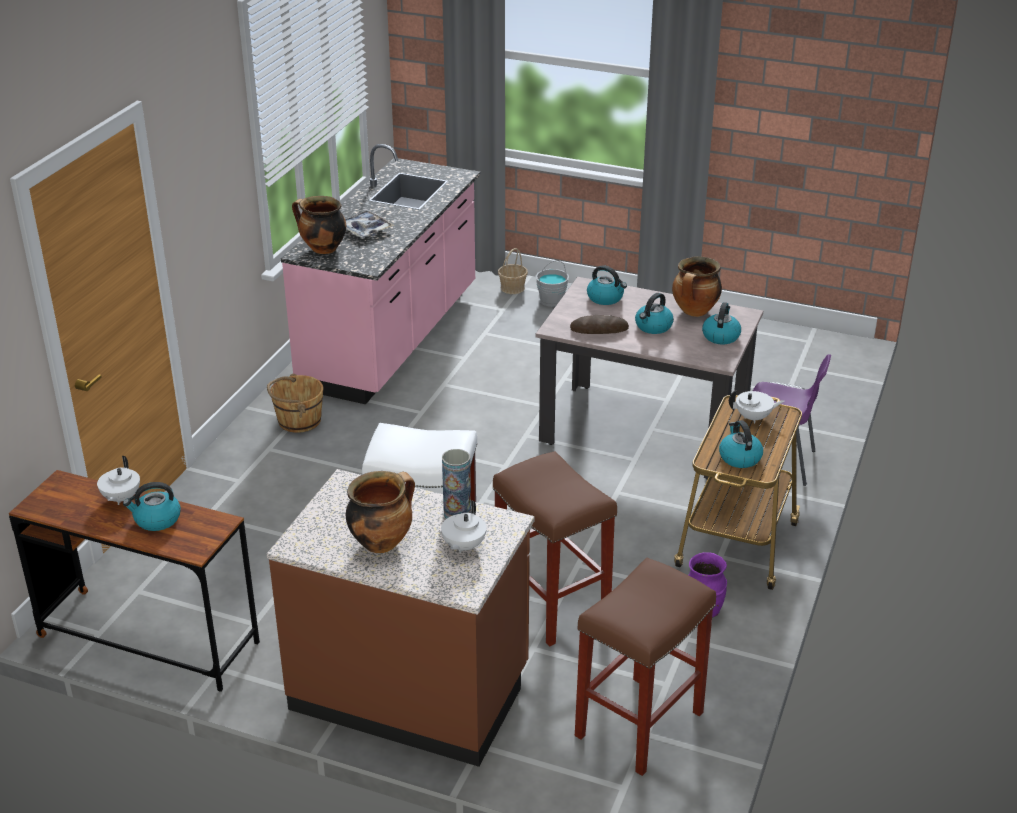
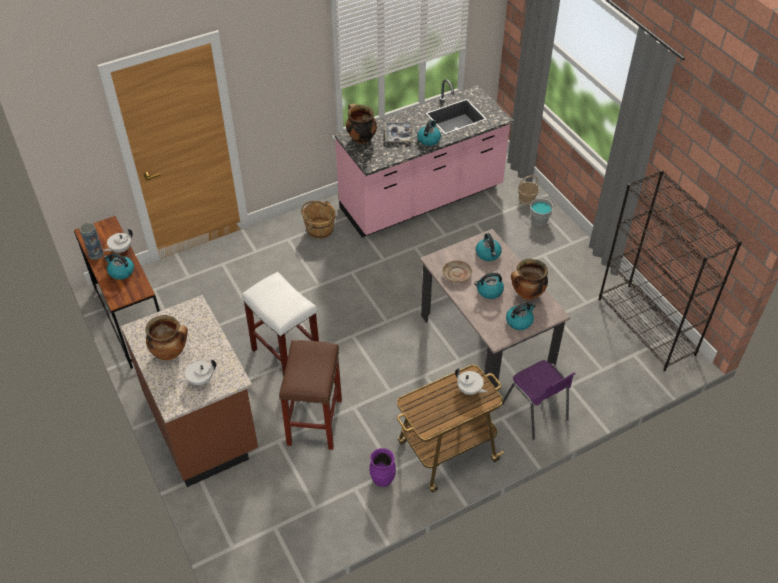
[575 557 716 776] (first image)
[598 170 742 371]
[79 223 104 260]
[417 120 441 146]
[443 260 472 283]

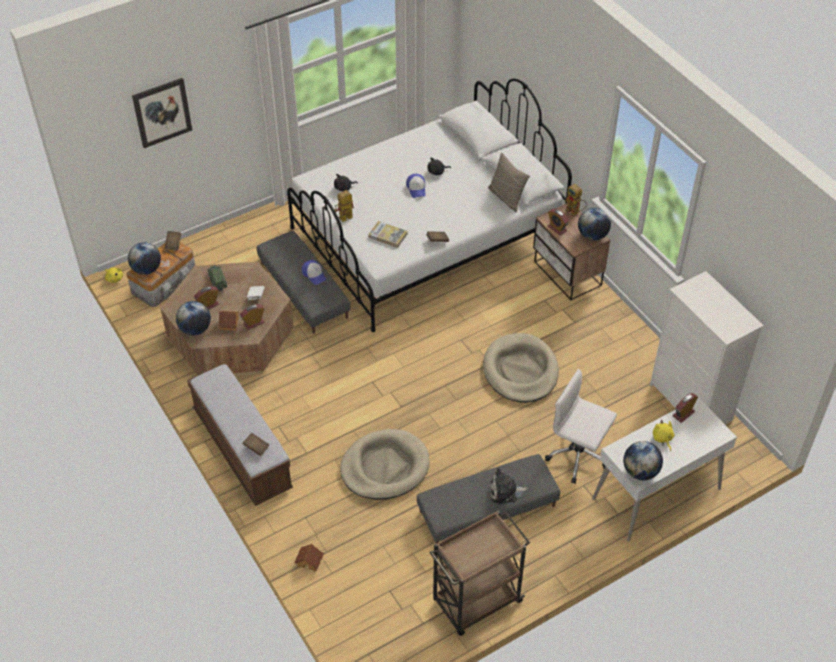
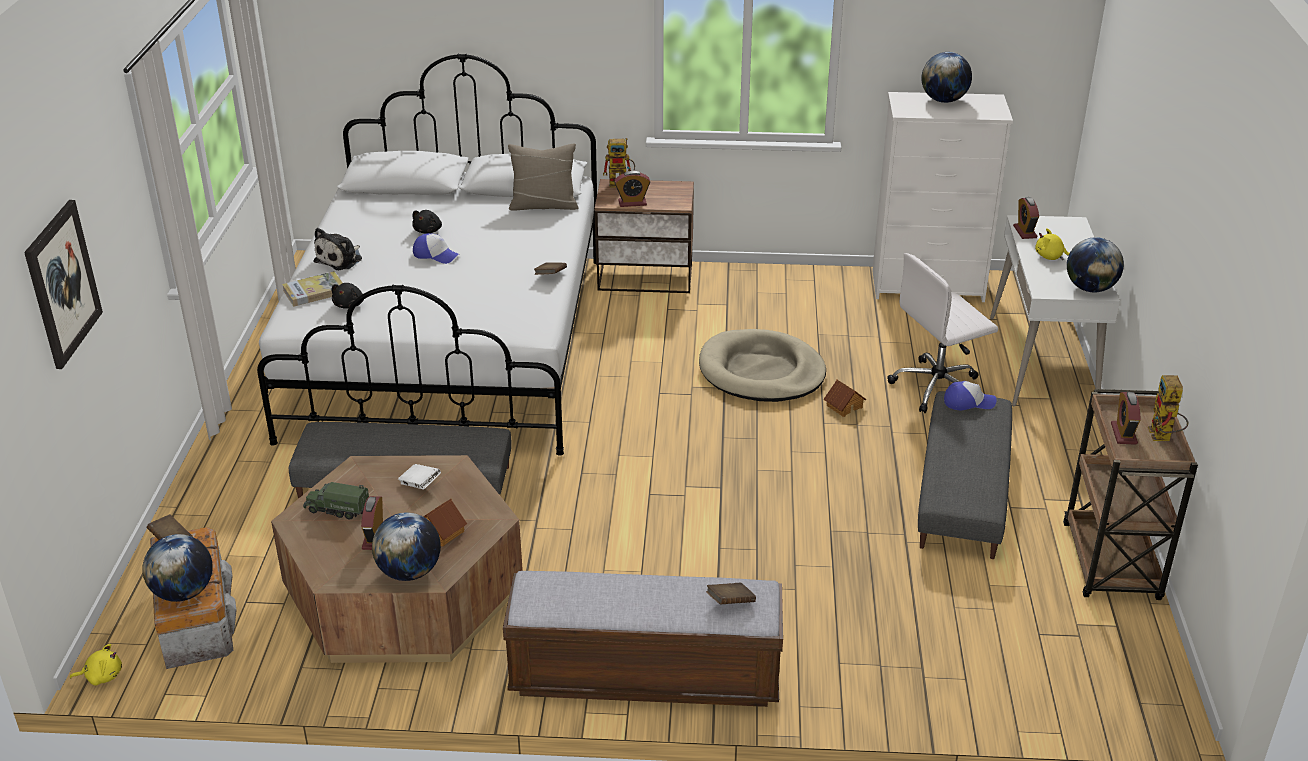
[340 429 430 500] (first image)
[1111 392 1140 445]
[823 380 866 417]
[944 381 997 410]
[1148 375 1188 441]
[282 271 343 306]
[314 228 362 270]
[922 52 972 103]

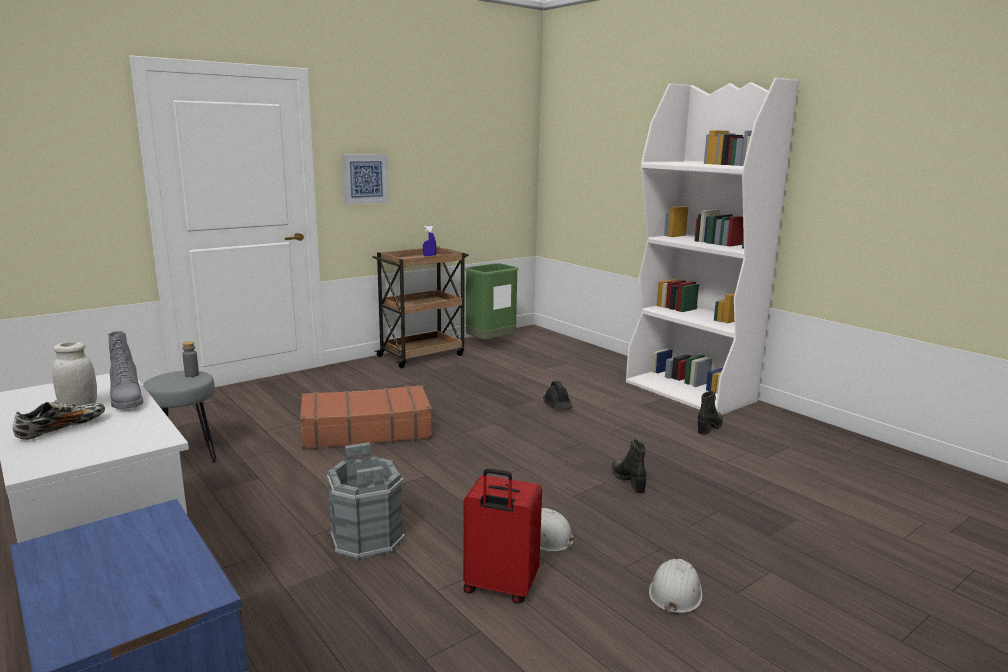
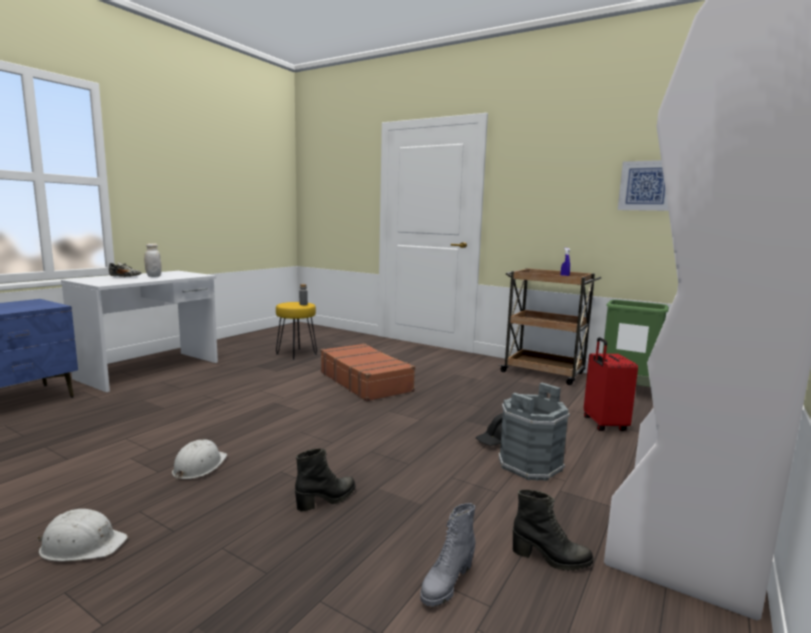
[420 503 475 607]
[498 383 570 481]
[618 160 668 211]
[584 337 638 431]
[276 302 317 360]

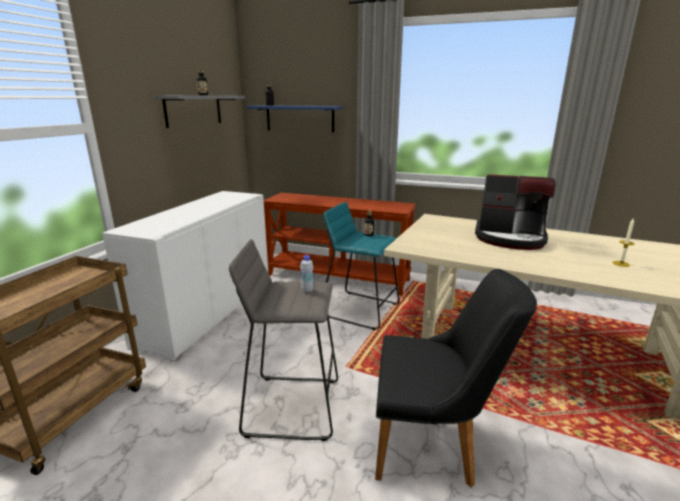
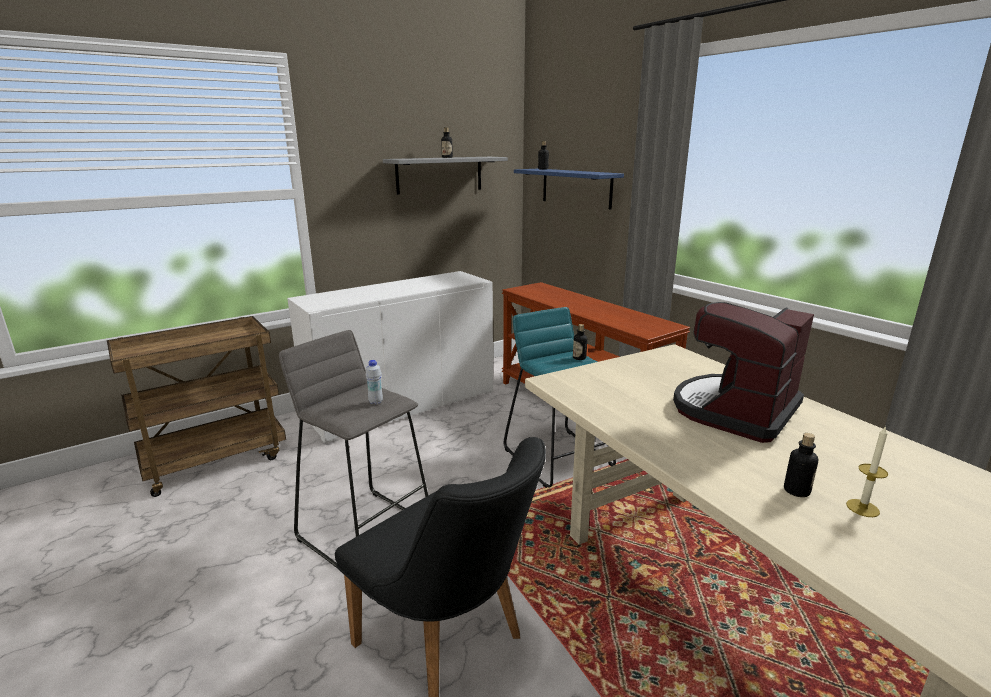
[784 433 818 497]
[673 302 814 443]

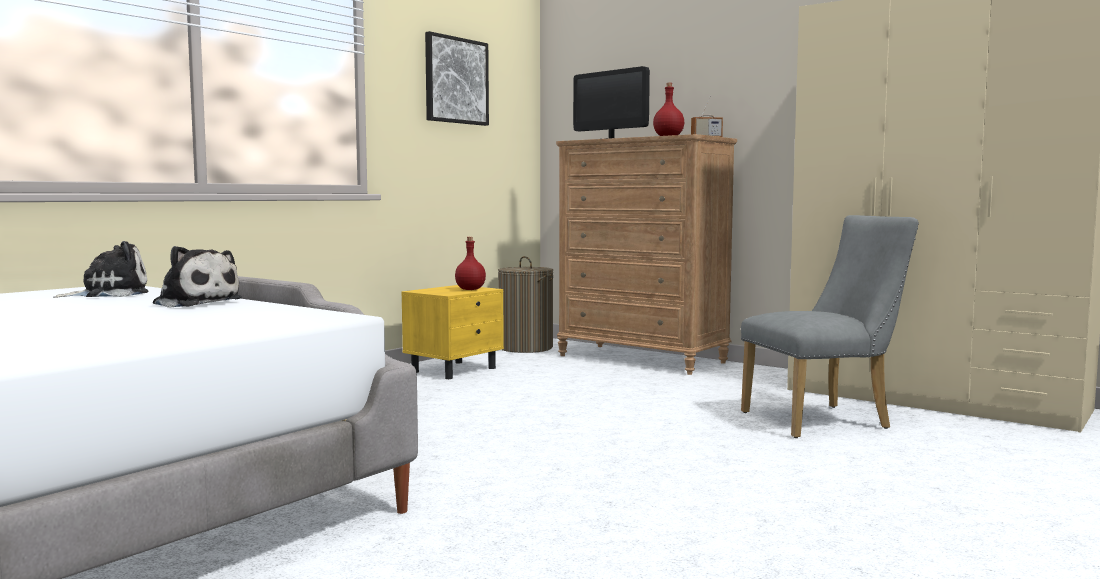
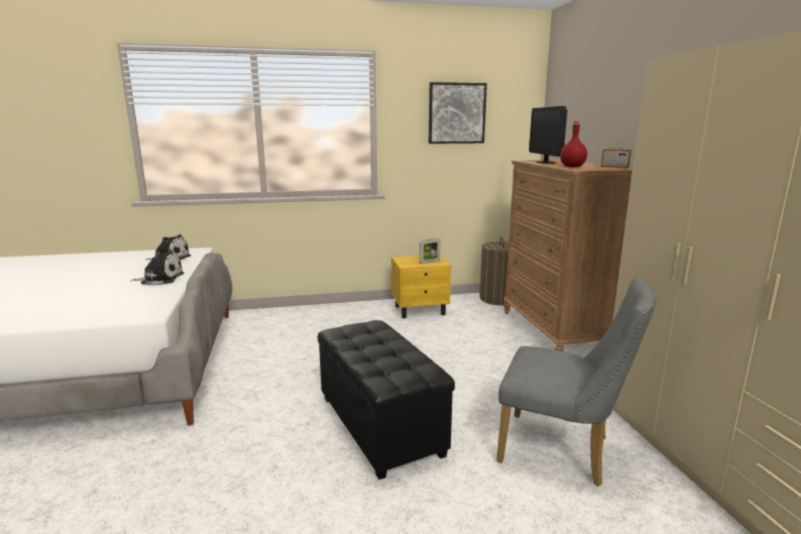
[318 320 455 480]
[419 238 441 264]
[130 249 184 285]

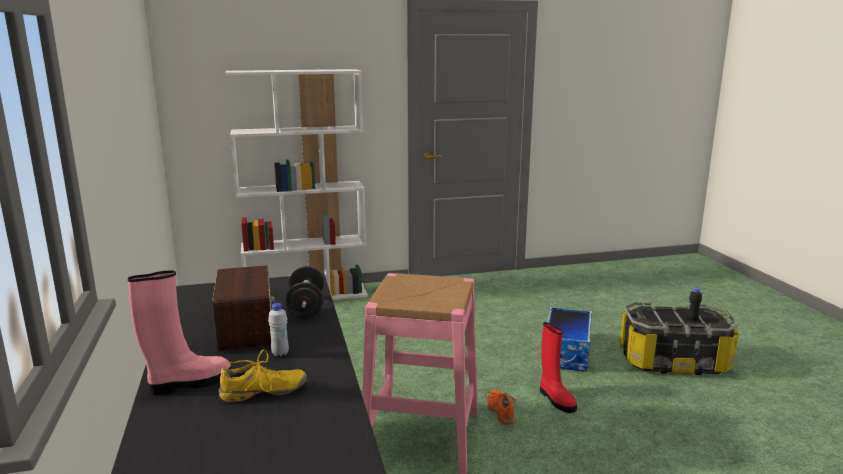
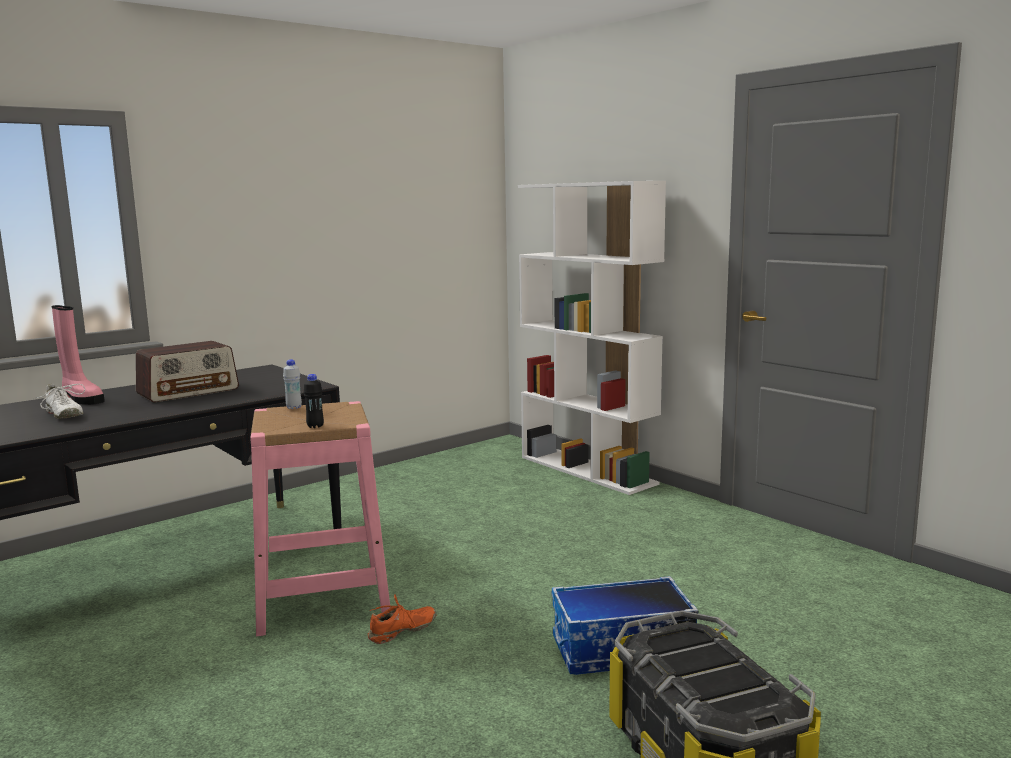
[286 266 324 317] (first image)
[540 322 577 413] (first image)
[283 360 302 409]
[304 374 324 428]
[31 384 85 419]

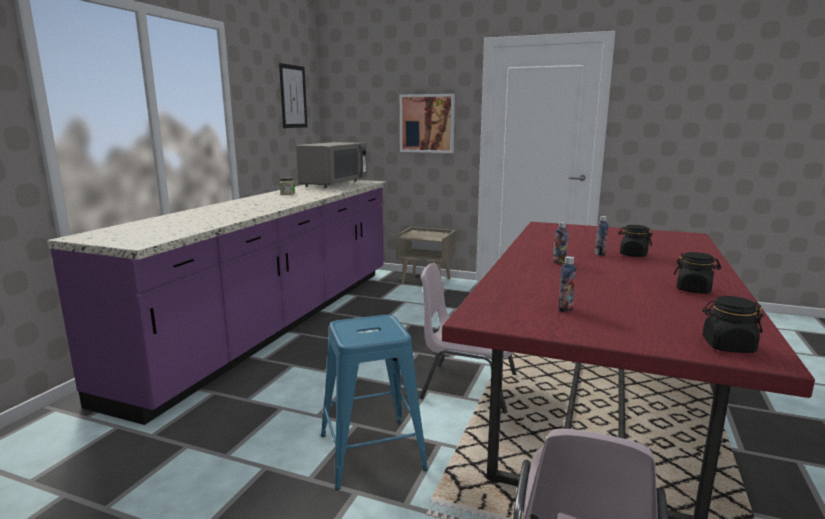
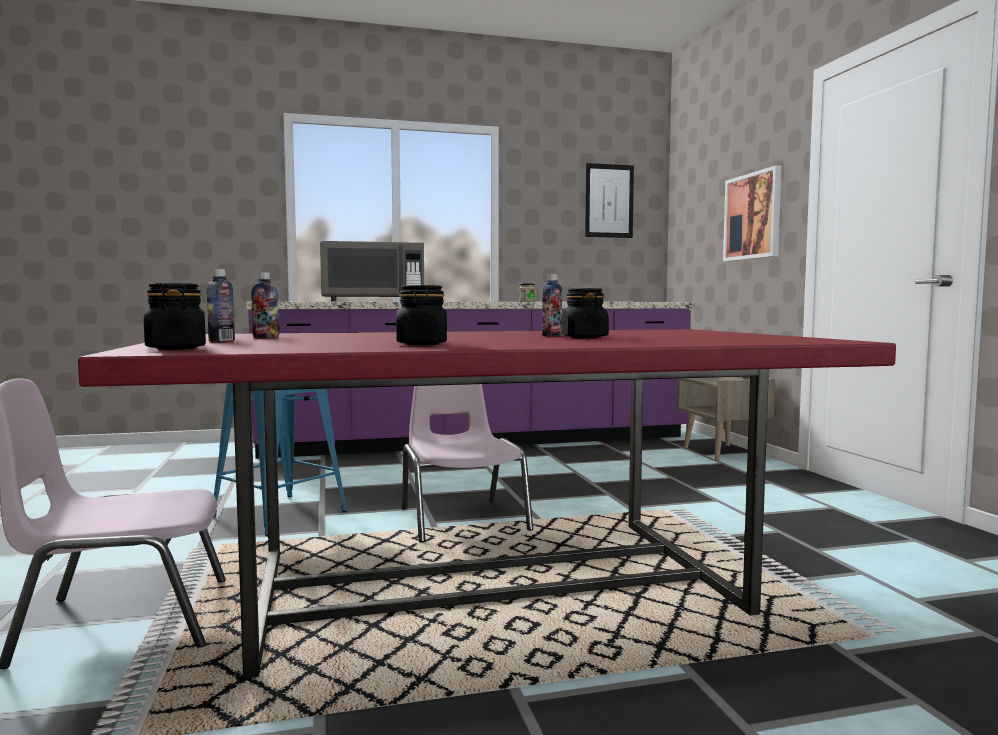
[320 241 424 302]
[207 269 235 342]

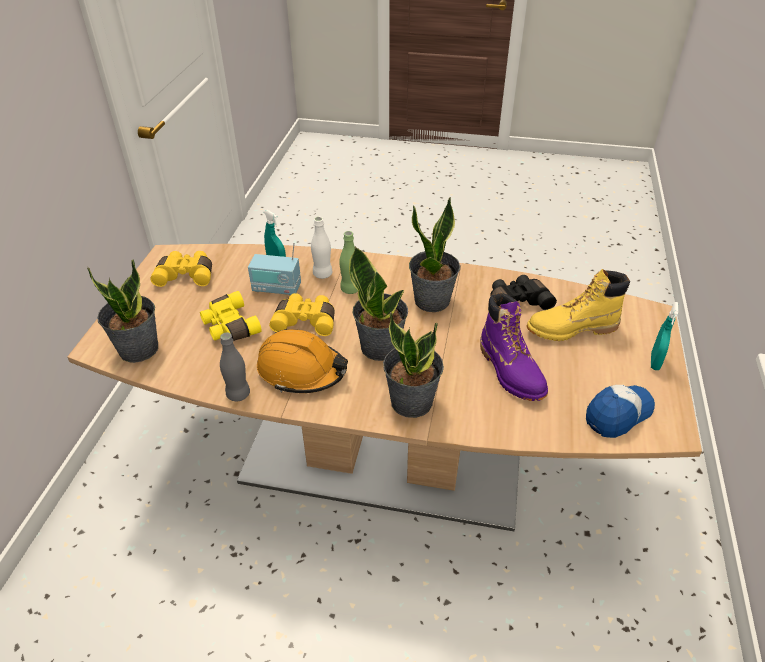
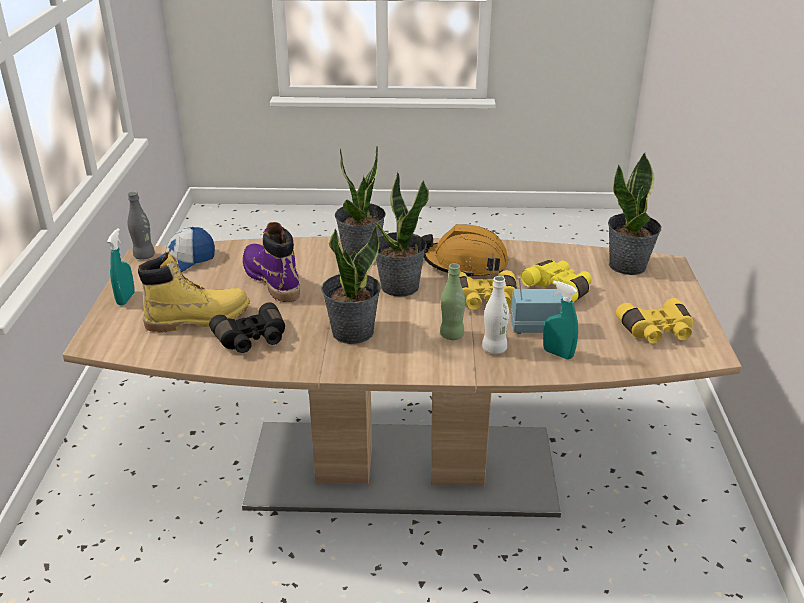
[127 191 155 260]

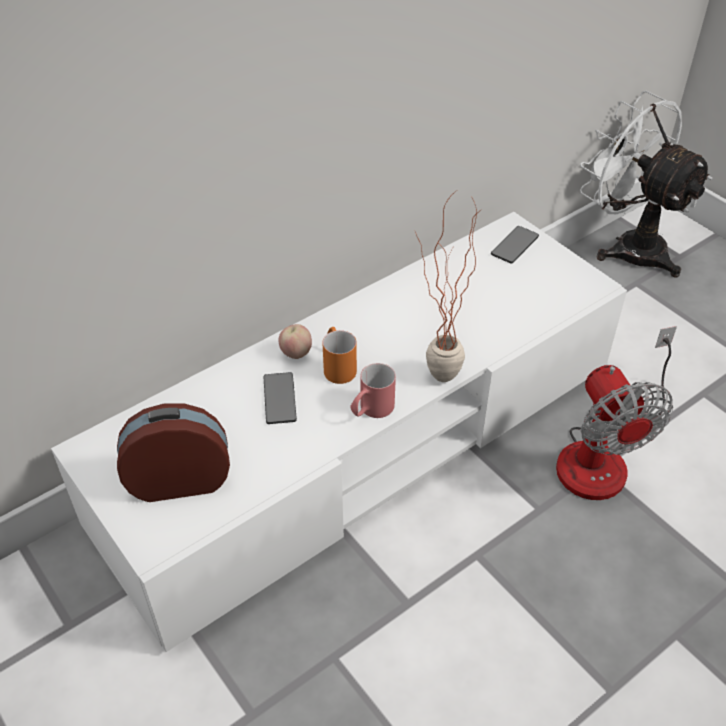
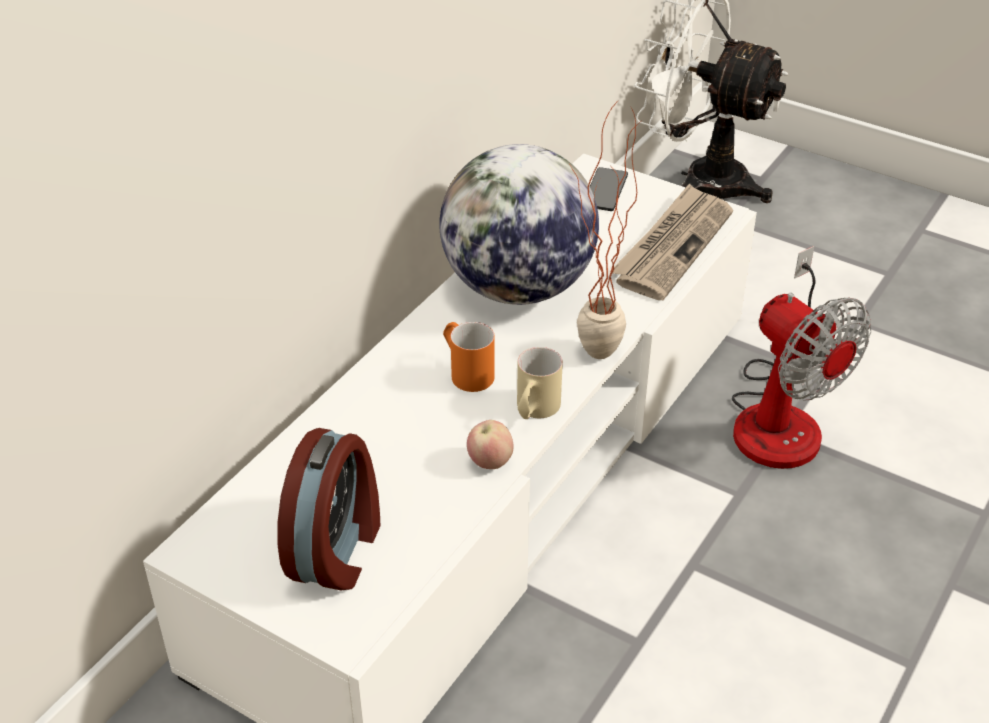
[264 372 297 424] (first image)
[439 144 599 305]
[610 183 733 300]
[467 420 513 469]
[517 347 563 419]
[278 428 381 590]

